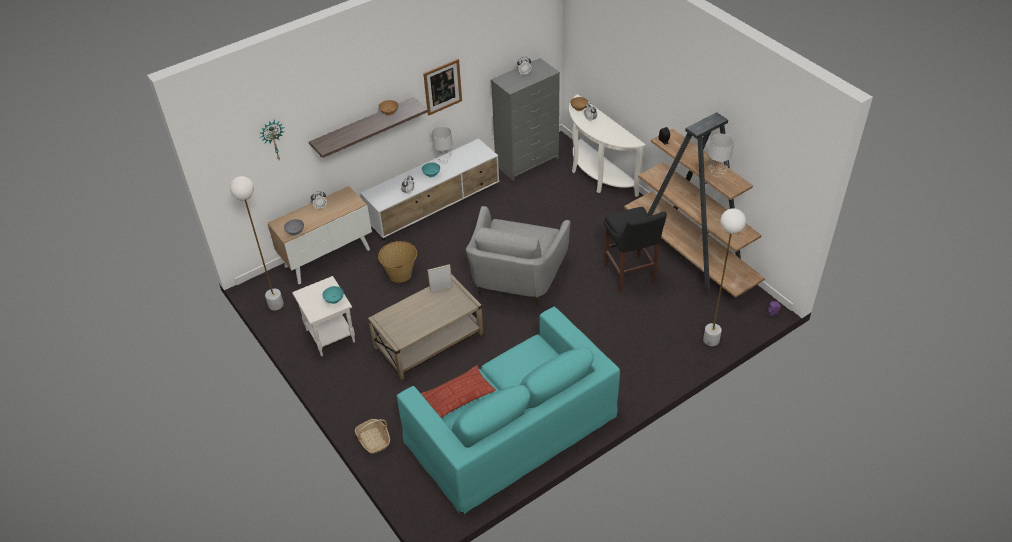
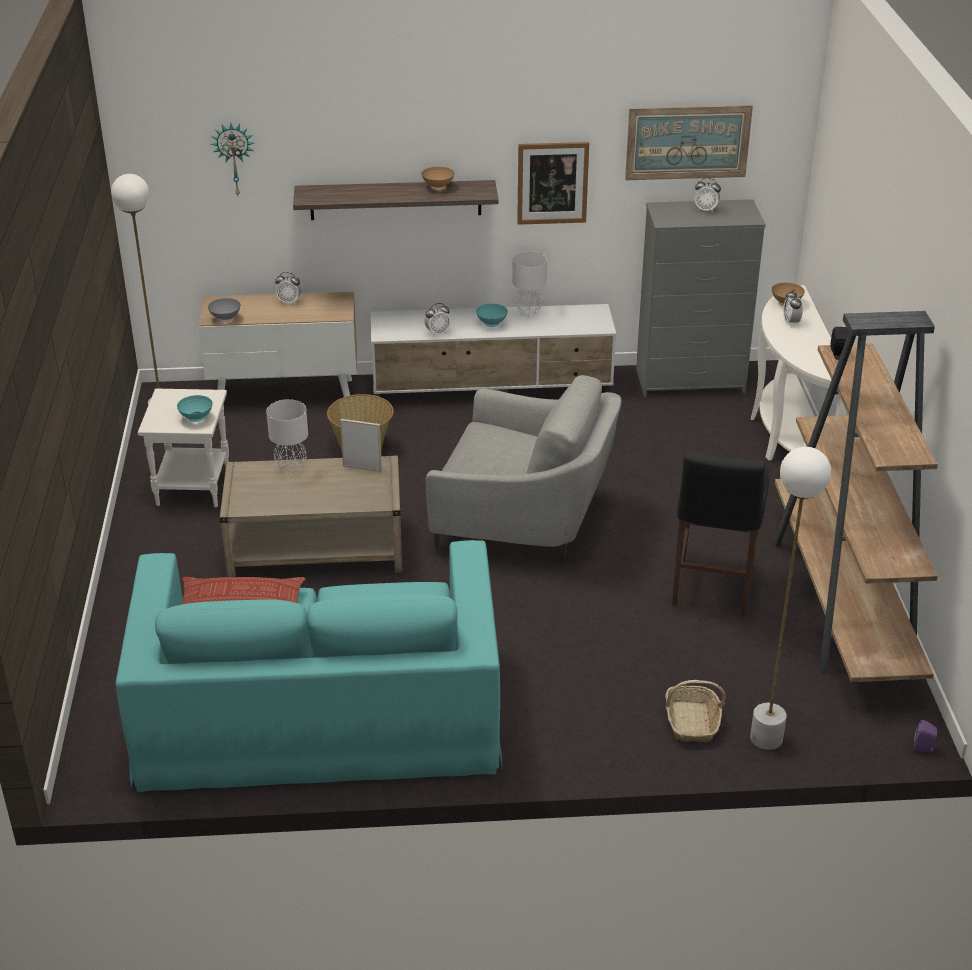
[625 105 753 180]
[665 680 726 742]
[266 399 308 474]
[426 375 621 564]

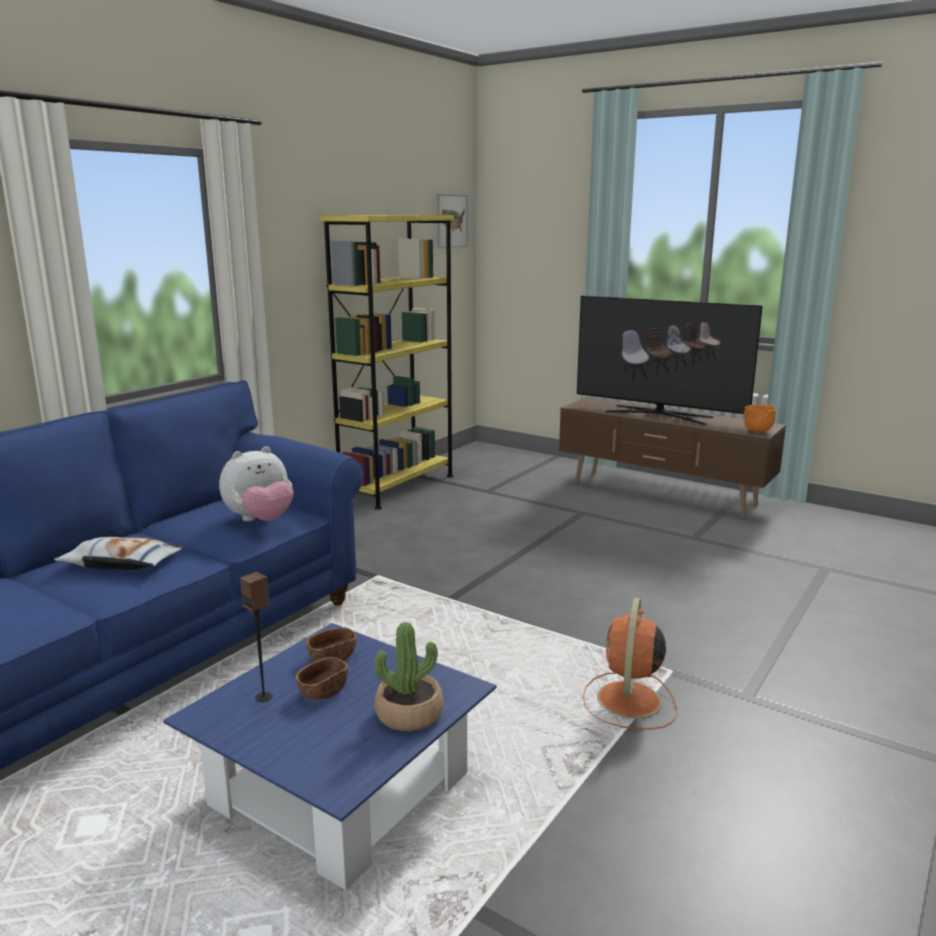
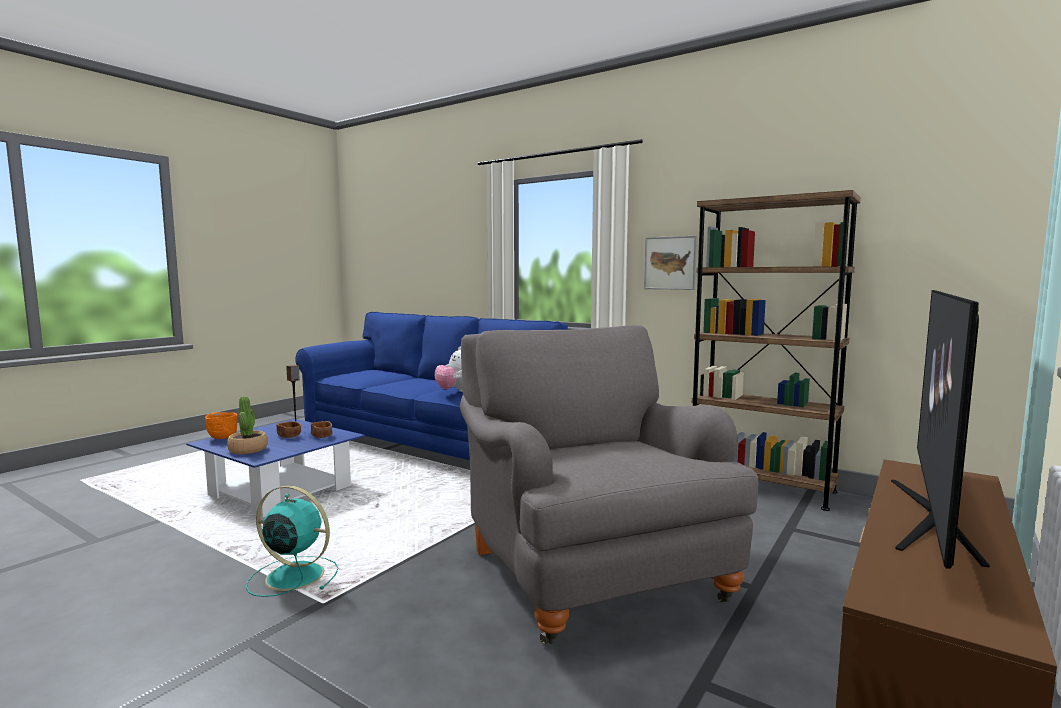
[54 537 184 570] (first image)
[460 325 758 644]
[644 236 697 290]
[205 412 237 439]
[692 190 861 511]
[246 485 339 597]

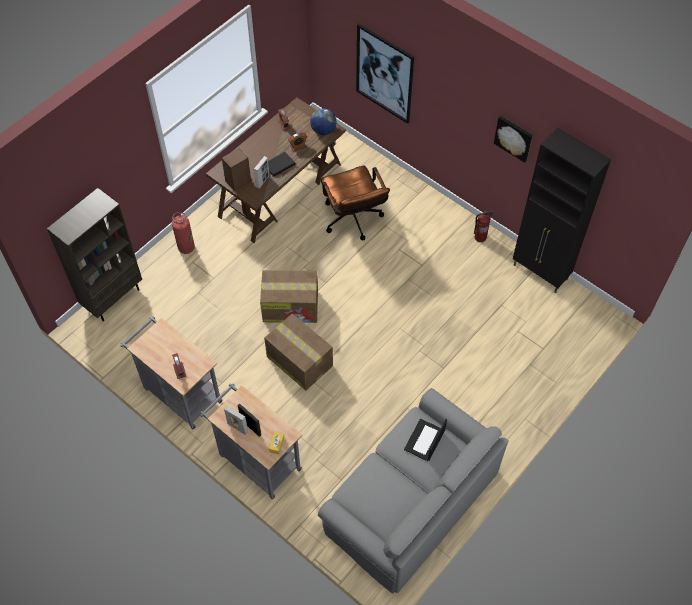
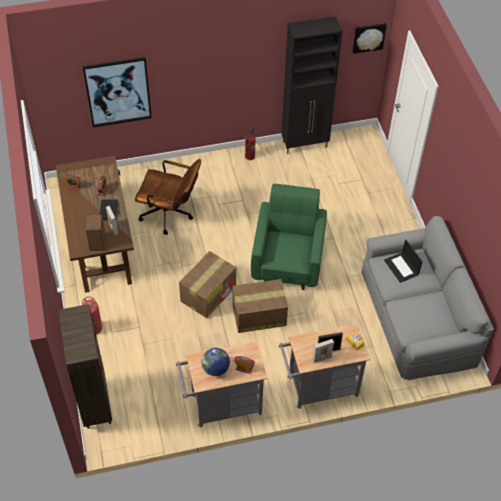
[251 184 327 290]
[202 348 230 376]
[353 23 387 54]

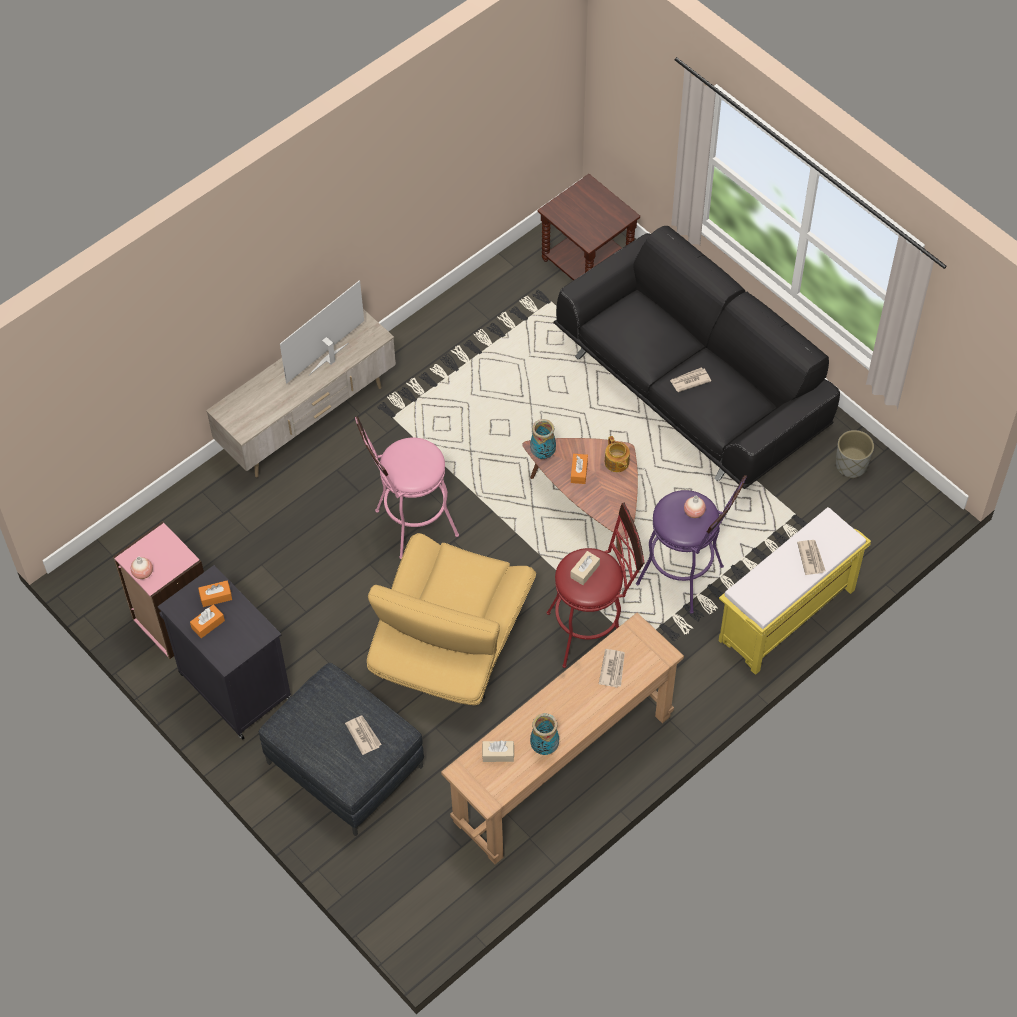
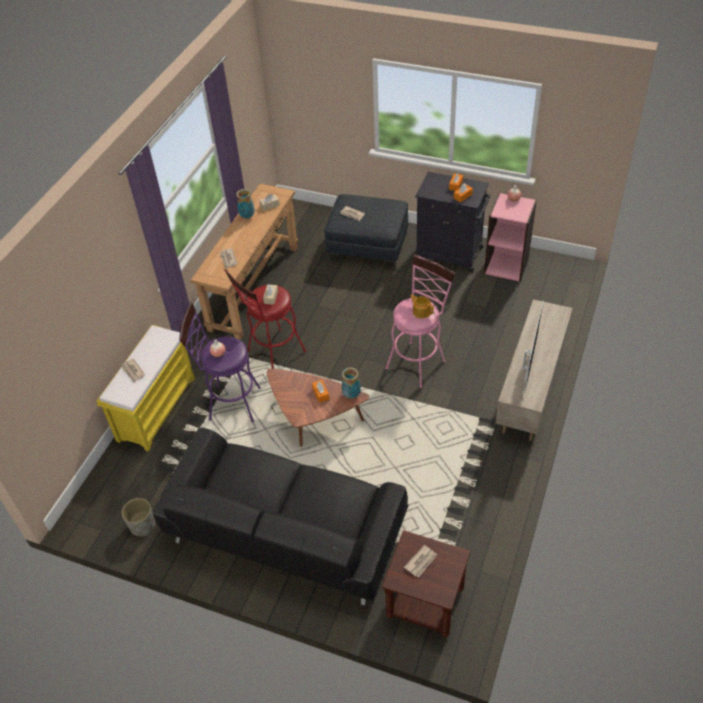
[367 533 536 705] (first image)
[410 295 434 318]
[404 545 437 577]

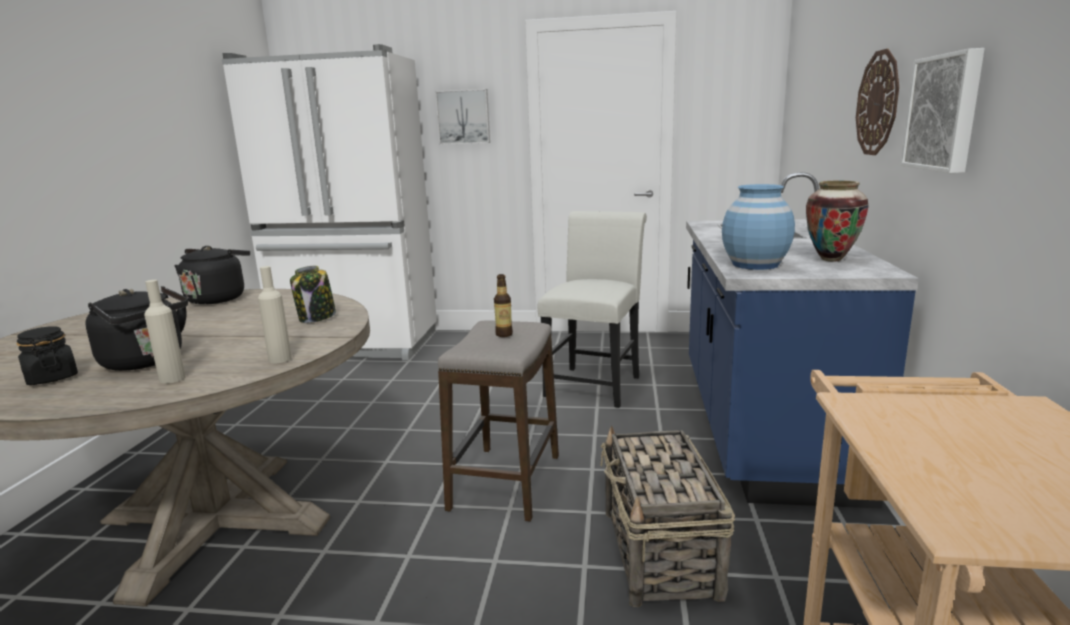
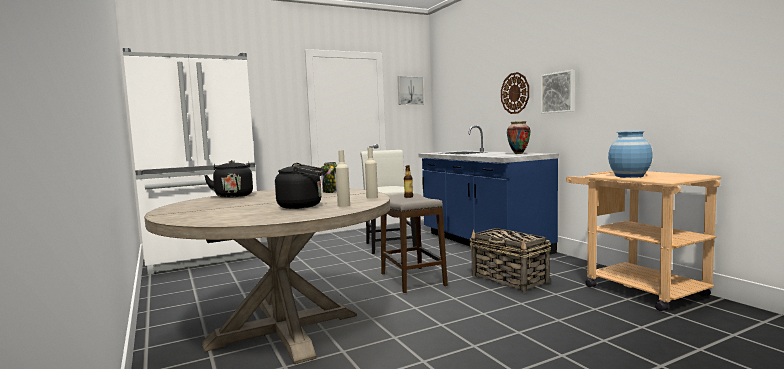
[17 326 78 385] (first image)
[397 76 424 105]
[608 131 653 178]

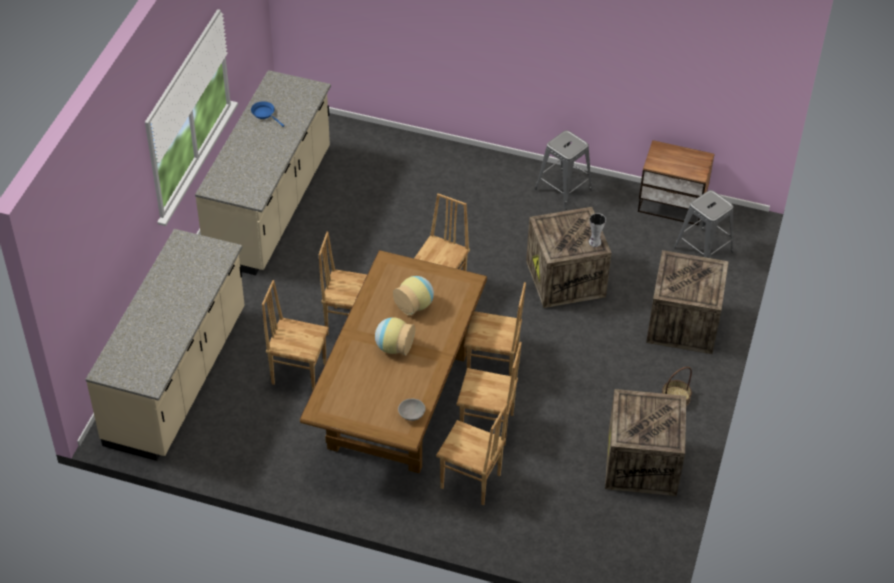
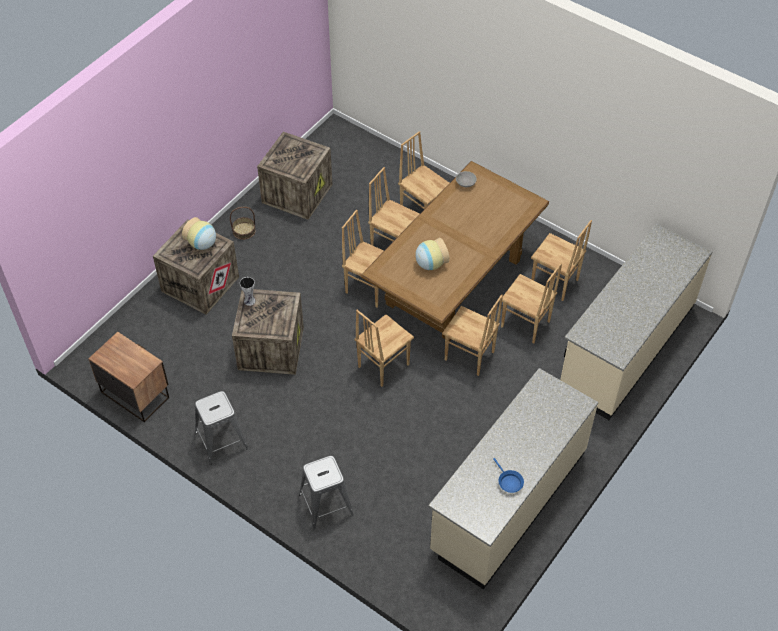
[531 220 592 301]
[182 217 216 250]
[299 456 354 530]

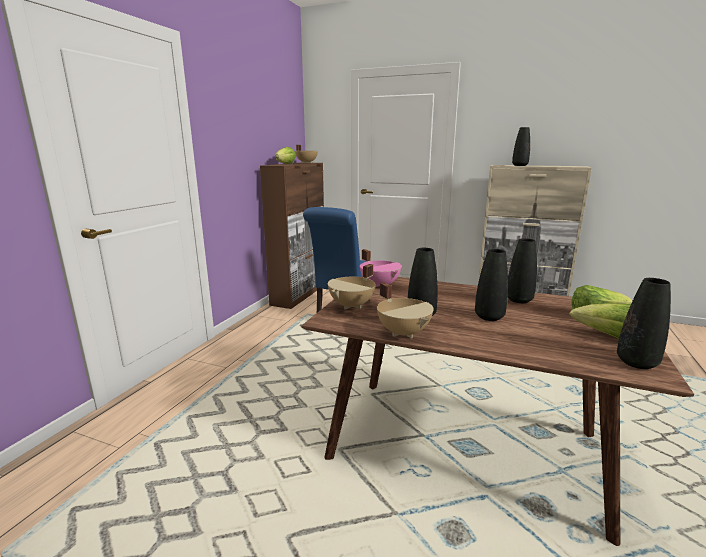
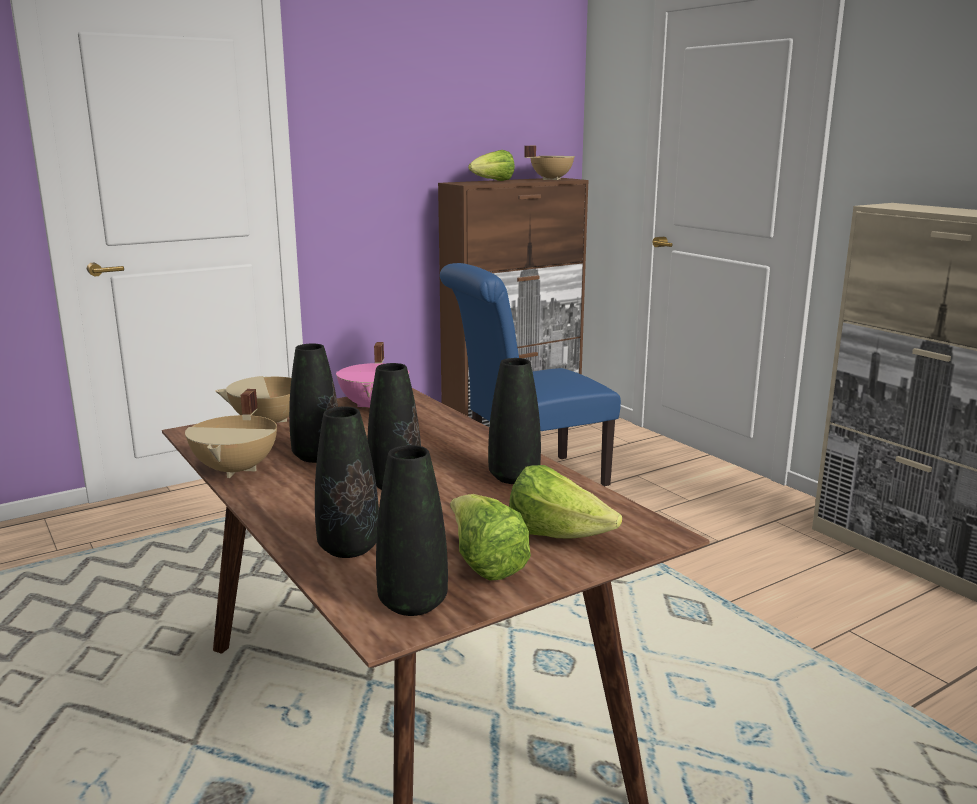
[315 407 379 558]

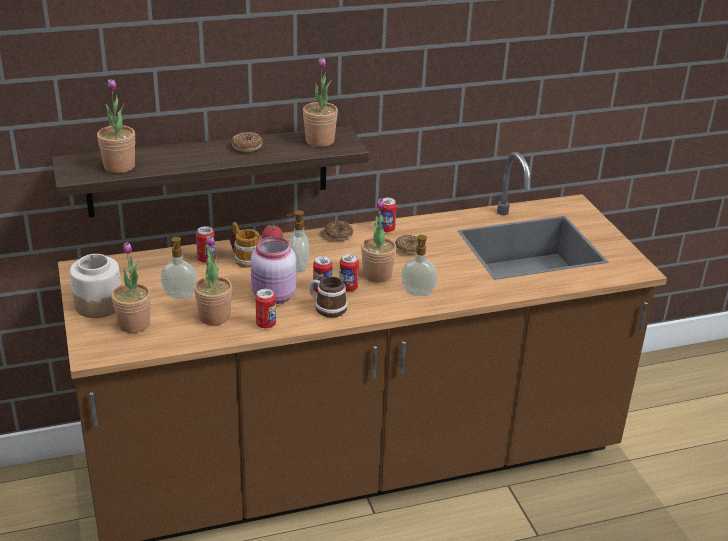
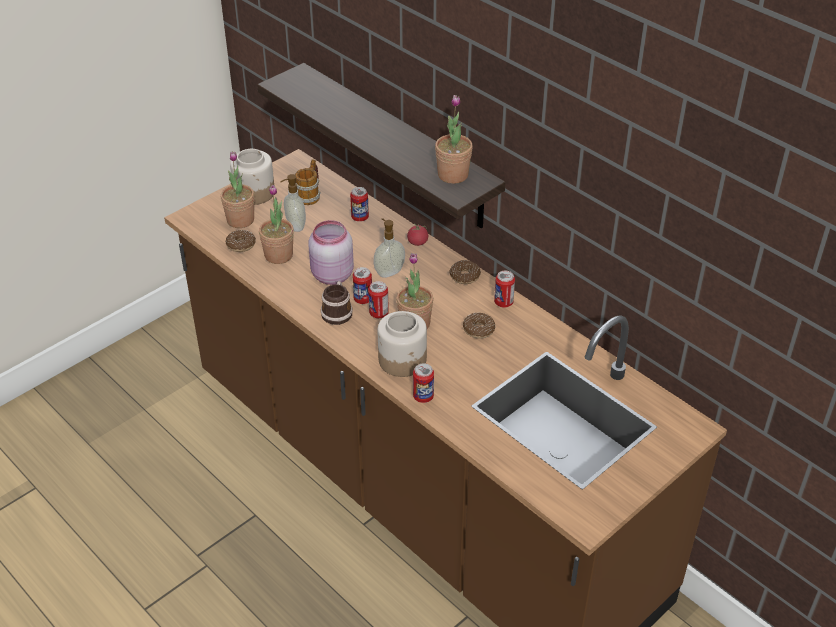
[97 79 135 173] (first image)
[295 159 321 205]
[226 230 256 252]
[413 363 434 403]
[378 311 427 377]

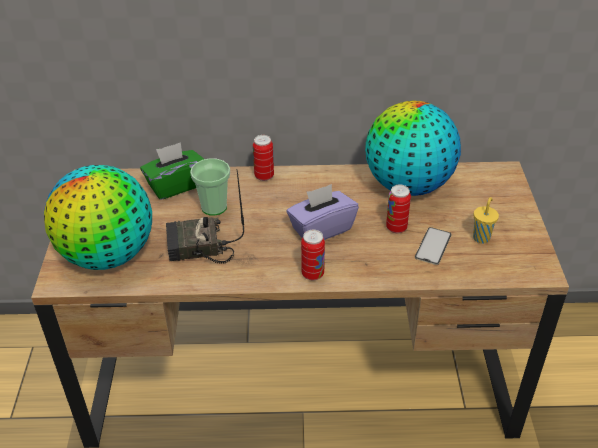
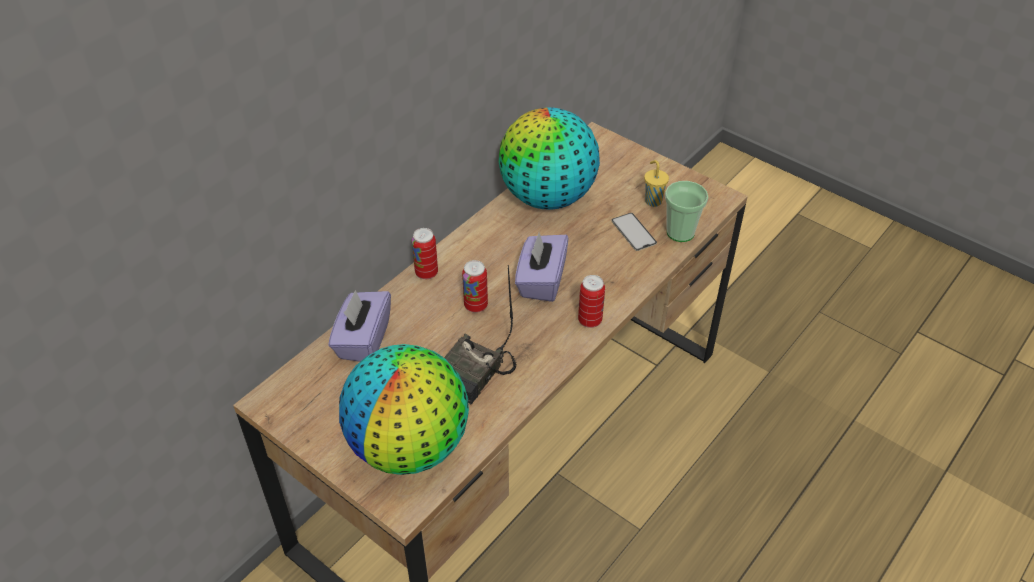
[665 181 708 242]
[462 260 488 313]
[328 290 391 362]

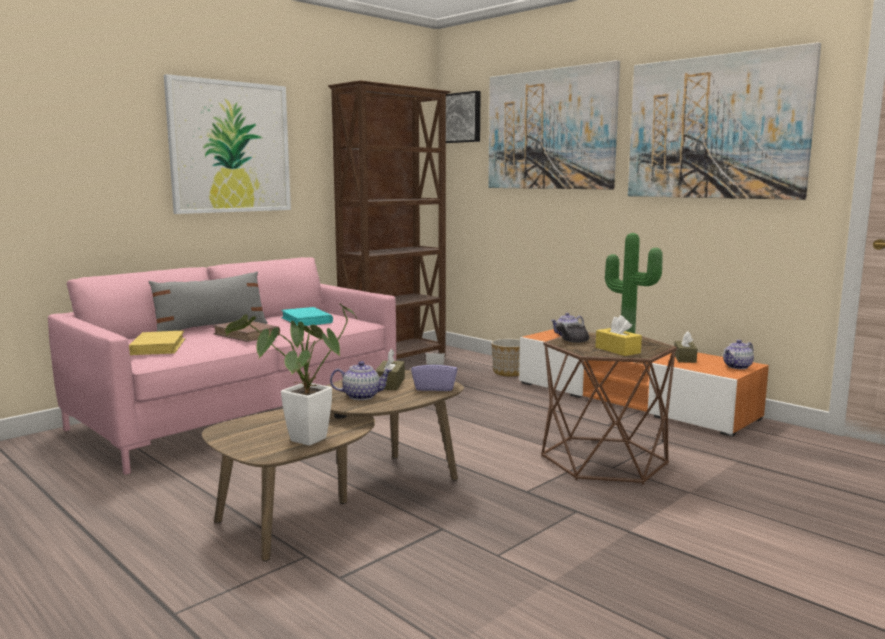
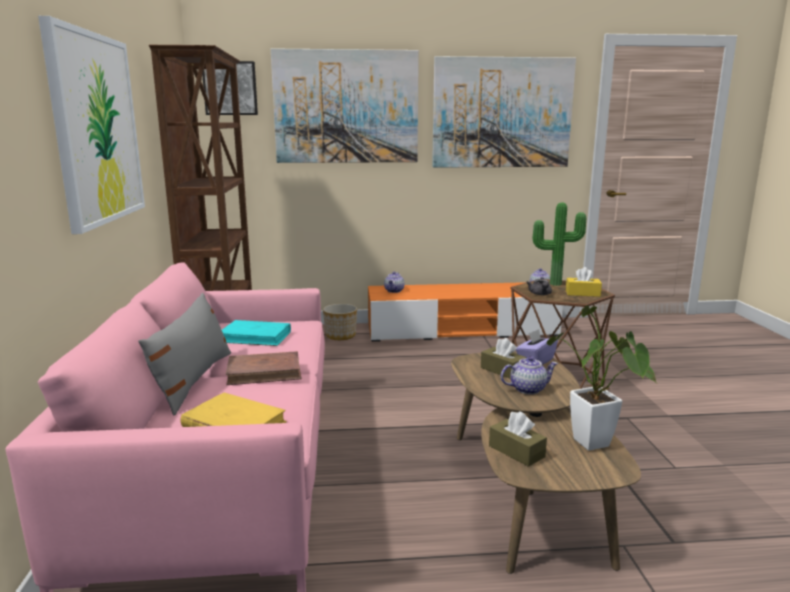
[489 411 547 467]
[501 356 558 395]

